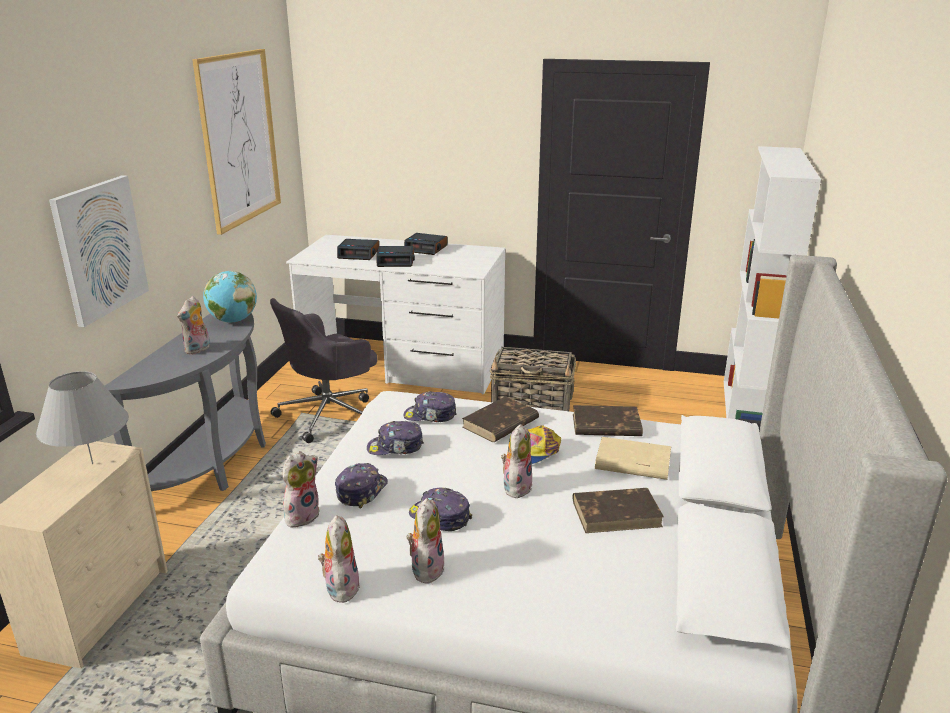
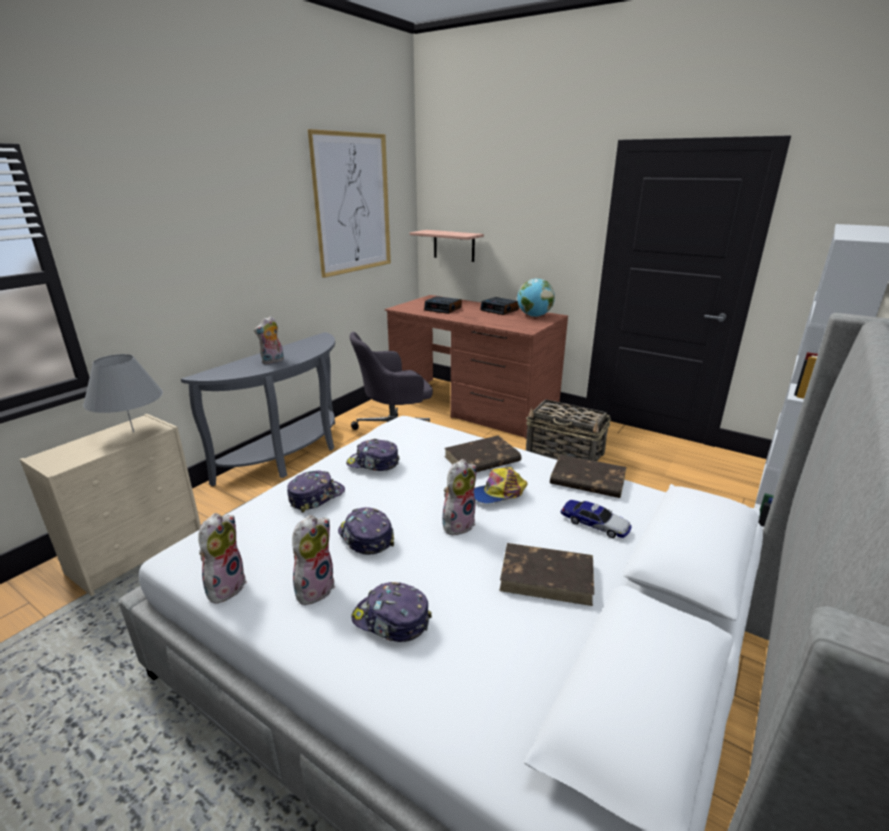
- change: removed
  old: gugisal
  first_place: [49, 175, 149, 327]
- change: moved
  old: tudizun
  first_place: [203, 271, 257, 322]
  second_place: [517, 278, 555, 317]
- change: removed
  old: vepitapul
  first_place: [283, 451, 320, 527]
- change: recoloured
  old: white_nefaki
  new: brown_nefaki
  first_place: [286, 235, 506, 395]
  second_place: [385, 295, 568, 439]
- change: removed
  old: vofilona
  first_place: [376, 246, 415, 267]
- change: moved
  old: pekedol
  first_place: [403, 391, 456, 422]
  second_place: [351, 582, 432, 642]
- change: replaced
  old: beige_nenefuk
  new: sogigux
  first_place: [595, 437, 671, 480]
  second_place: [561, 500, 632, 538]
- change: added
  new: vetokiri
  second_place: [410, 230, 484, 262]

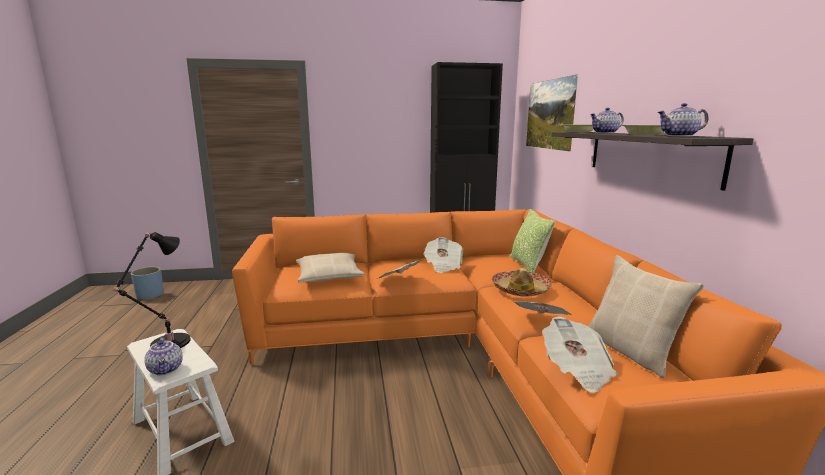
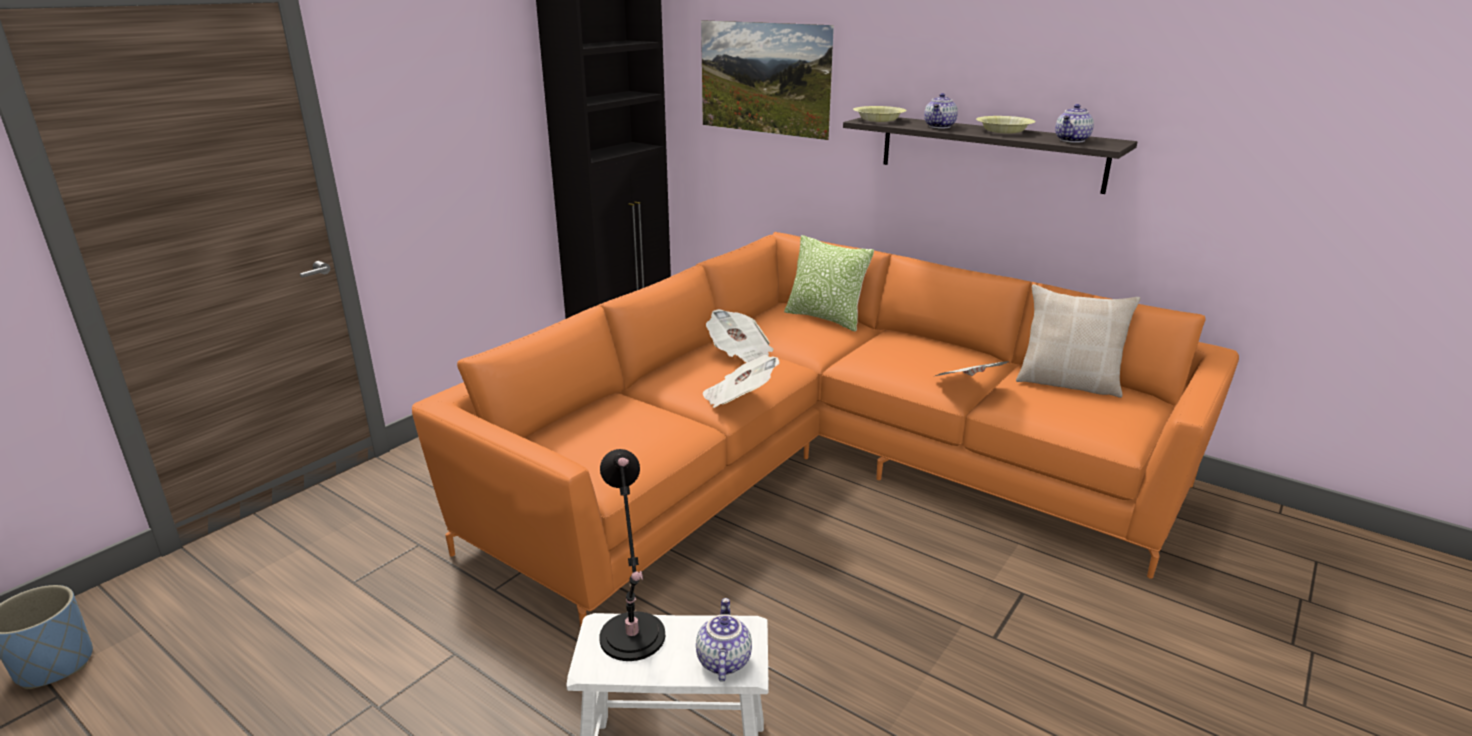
- change: turned
  old: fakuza
  first_place: [144, 337, 183, 375]
  second_place: [696, 598, 752, 682]
  degrees: -105
- change: removed
  old: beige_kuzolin
  first_place: [296, 253, 365, 283]
- change: removed
  old: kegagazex
  first_place: [492, 268, 552, 297]
- change: removed
  old: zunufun
  first_place: [542, 317, 618, 393]

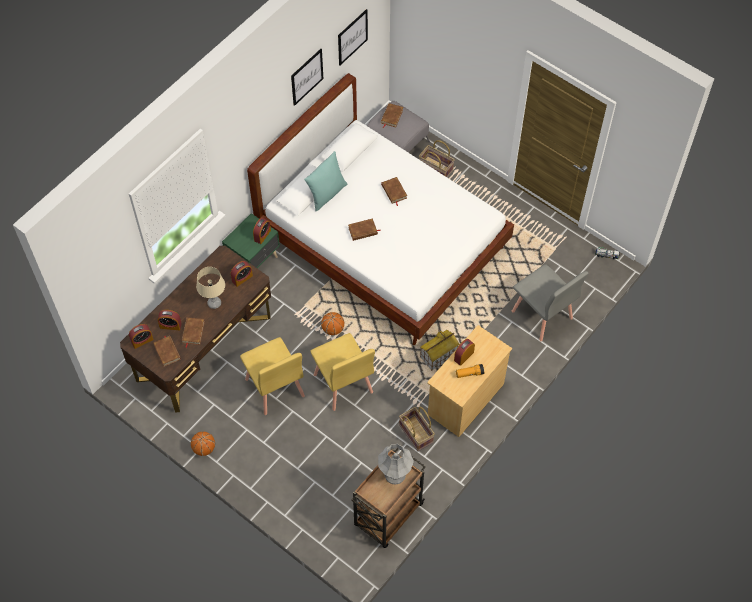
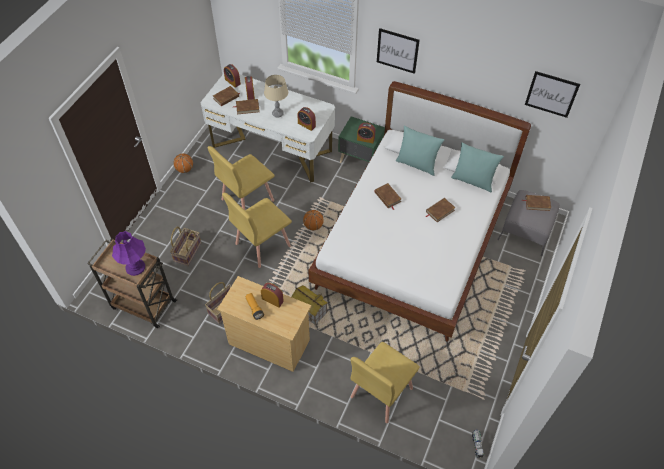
- change: recoloured
  old: brown_nefaki
  new: white_nefaki
  first_place: [120, 246, 271, 413]
  second_place: [200, 74, 335, 183]
- change: moved
  old: gugisal
  first_place: [291, 49, 323, 106]
  second_place: [377, 28, 420, 74]
- change: recoloured
  old: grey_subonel
  new: purple_subonel
  first_place: [378, 443, 414, 485]
  second_place: [112, 231, 146, 276]
- change: moved
  old: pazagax
  first_place: [419, 140, 455, 178]
  second_place: [170, 227, 201, 266]
- change: recoloured
  old: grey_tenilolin
  new: yellow_tenilolin
  first_place: [512, 264, 589, 341]
  second_place: [350, 342, 420, 423]
- change: added
  new: turquoise_kuzolin
  second_place: [451, 142, 504, 193]

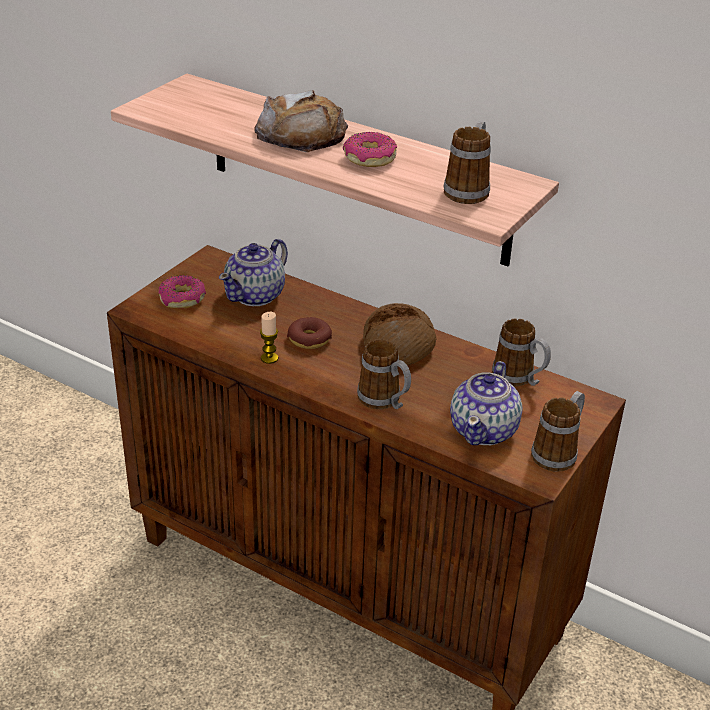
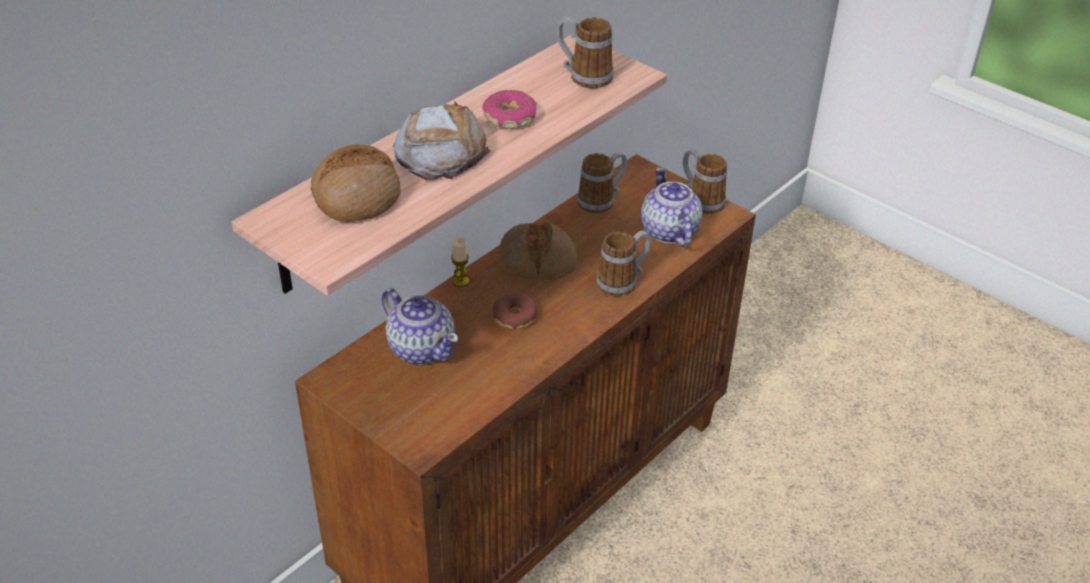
- change: removed
  old: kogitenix
  first_place: [158, 275, 206, 308]
- change: moved
  old: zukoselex
  first_place: [260, 312, 278, 364]
  second_place: [451, 238, 469, 287]
- change: turned
  old: fakuza
  first_place: [450, 361, 523, 445]
  second_place: [641, 167, 703, 247]
  degrees: -135
- change: added
  new: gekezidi
  second_place: [311, 144, 401, 222]

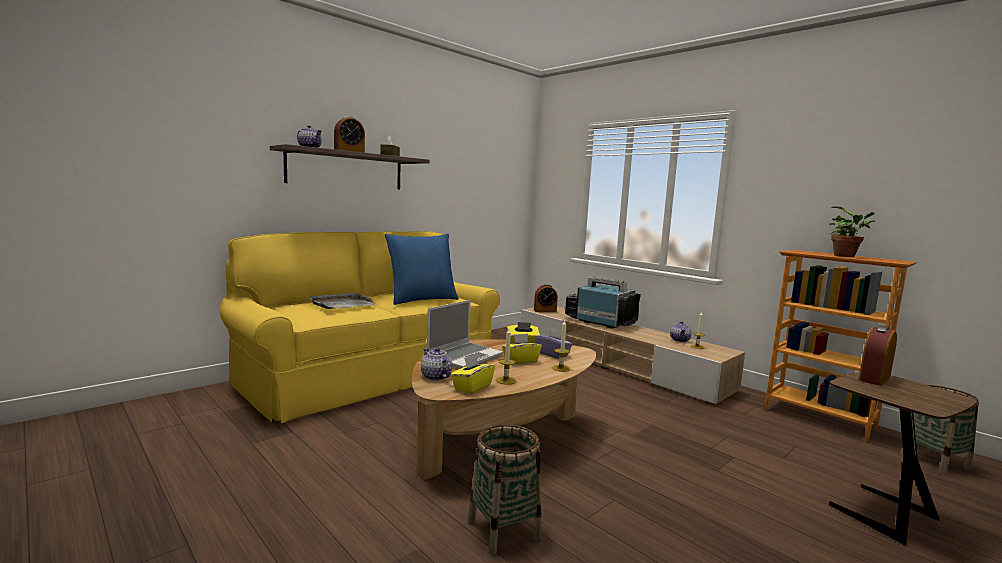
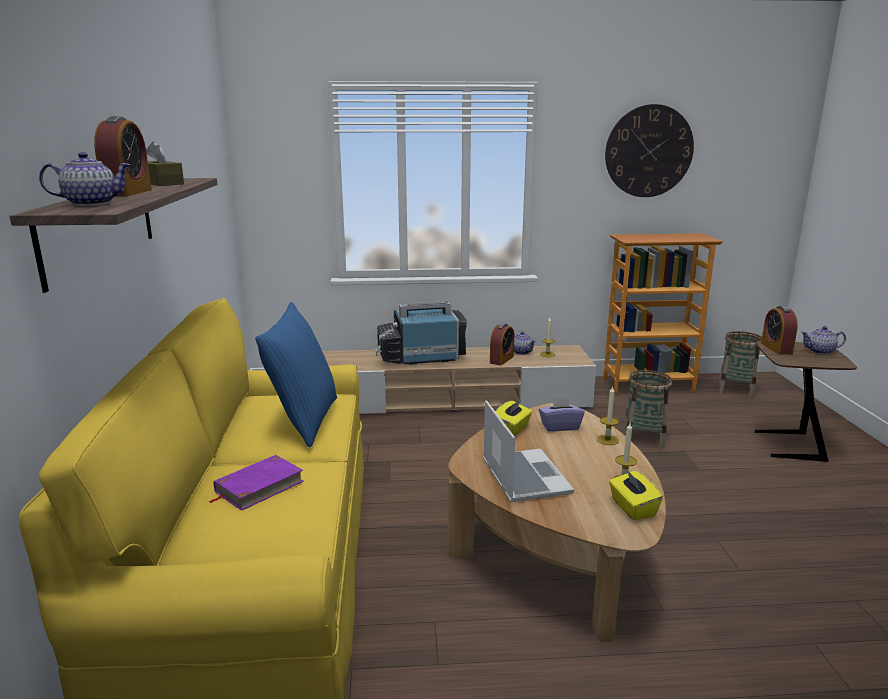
- change: replaced
  old: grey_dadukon
  new: purple_nenefuk
  first_place: [309, 293, 375, 309]
  second_place: [208, 455, 304, 511]
- change: moved
  old: fakuza
  first_place: [421, 347, 452, 381]
  second_place: [801, 326, 846, 355]
- change: moved
  old: pazagax
  first_place: [468, 424, 541, 555]
  second_place: [624, 370, 672, 449]
- change: removed
  old: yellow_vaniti
  first_place: [502, 333, 542, 364]
- change: moved
  old: vofilona
  first_place: [534, 284, 558, 312]
  second_place: [490, 323, 514, 366]
- change: removed
  old: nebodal
  first_place: [829, 207, 877, 257]
- change: added
  new: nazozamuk
  second_place: [605, 104, 694, 197]

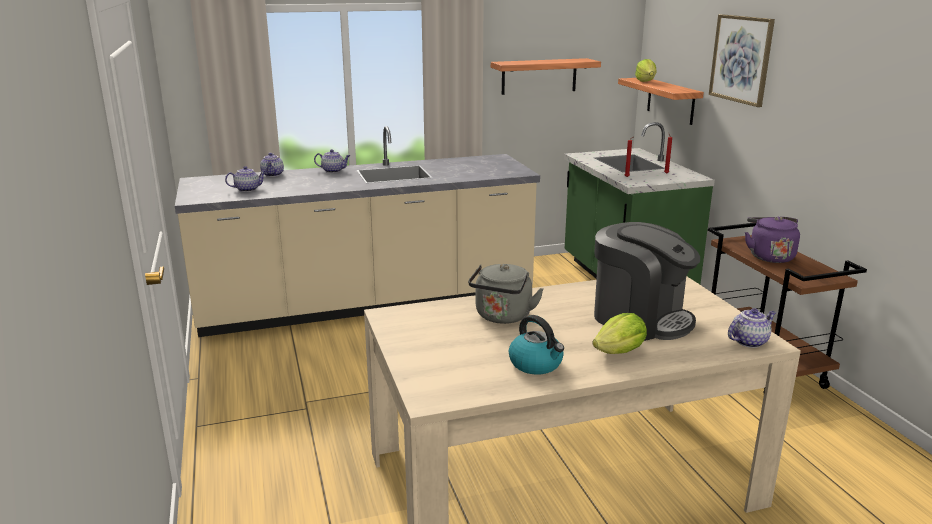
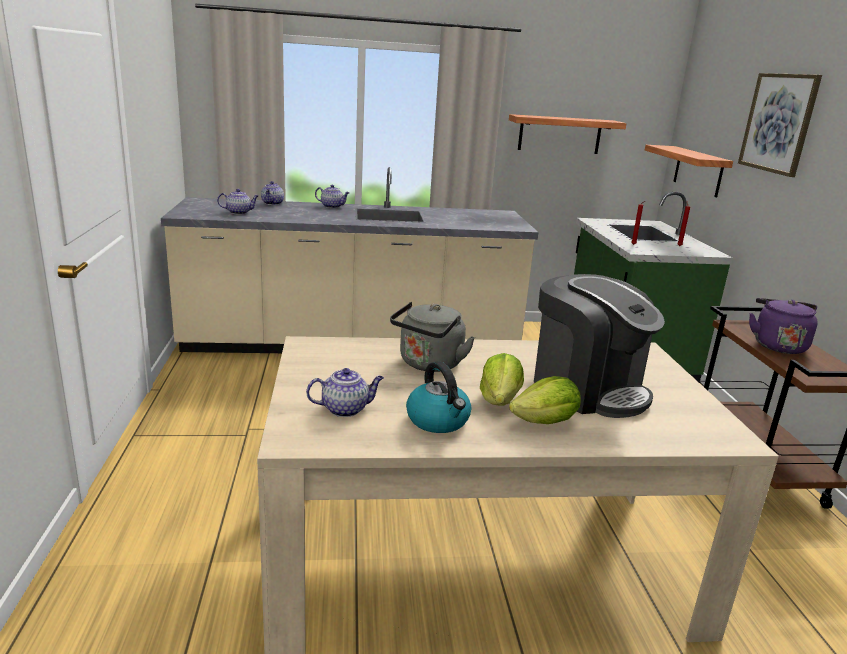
- change: moved
  old: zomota
  first_place: [635, 59, 656, 82]
  second_place: [480, 353, 524, 406]
- change: moved
  old: fakuza
  first_place: [728, 308, 776, 348]
  second_place: [306, 368, 384, 417]

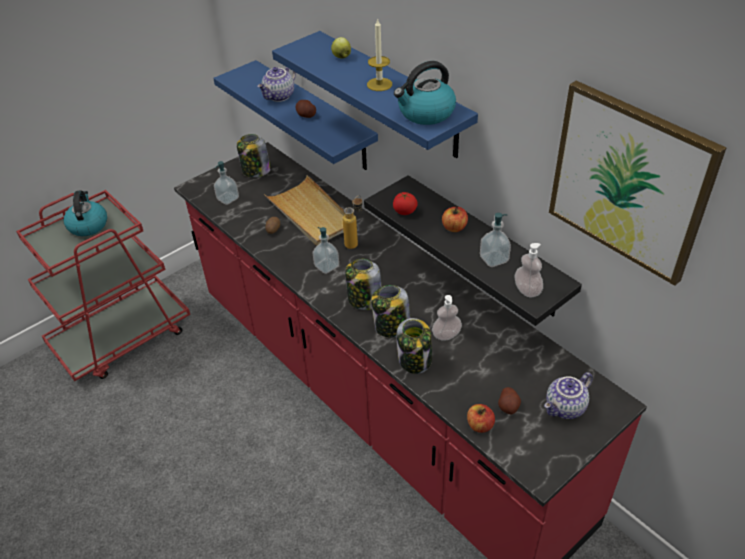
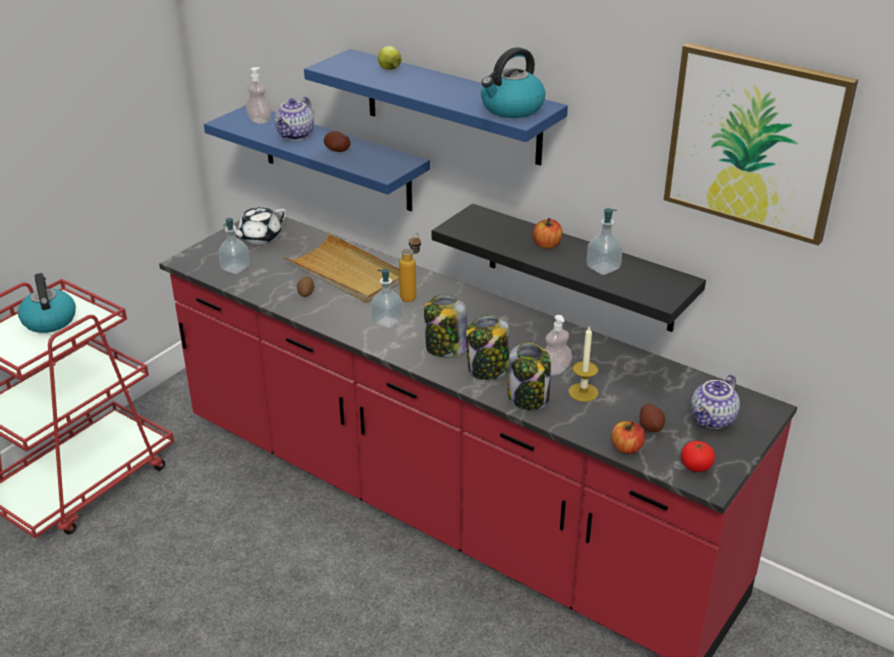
- change: replaced
  old: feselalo
  new: white_fakuza
  first_place: [237, 134, 271, 177]
  second_place: [226, 207, 286, 244]
- change: moved
  old: zukoselex
  first_place: [367, 19, 392, 91]
  second_place: [568, 325, 598, 402]
- change: moved
  old: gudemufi
  first_place: [393, 192, 418, 215]
  second_place: [681, 441, 715, 472]
- change: moved
  old: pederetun
  first_place: [514, 243, 543, 297]
  second_place: [246, 67, 271, 124]

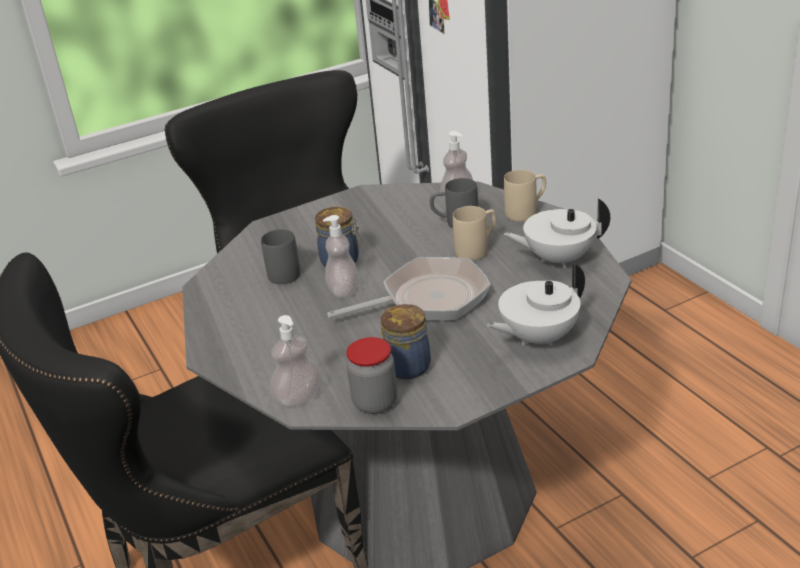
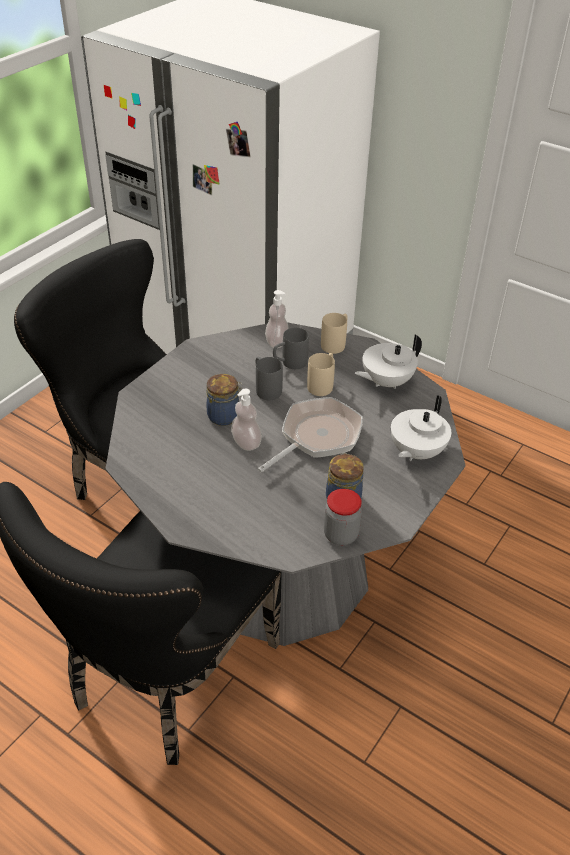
- change: moved
  old: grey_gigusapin
  first_place: [261, 229, 300, 284]
  second_place: [256, 357, 283, 400]
- change: removed
  old: pederetun
  first_place: [270, 315, 321, 408]

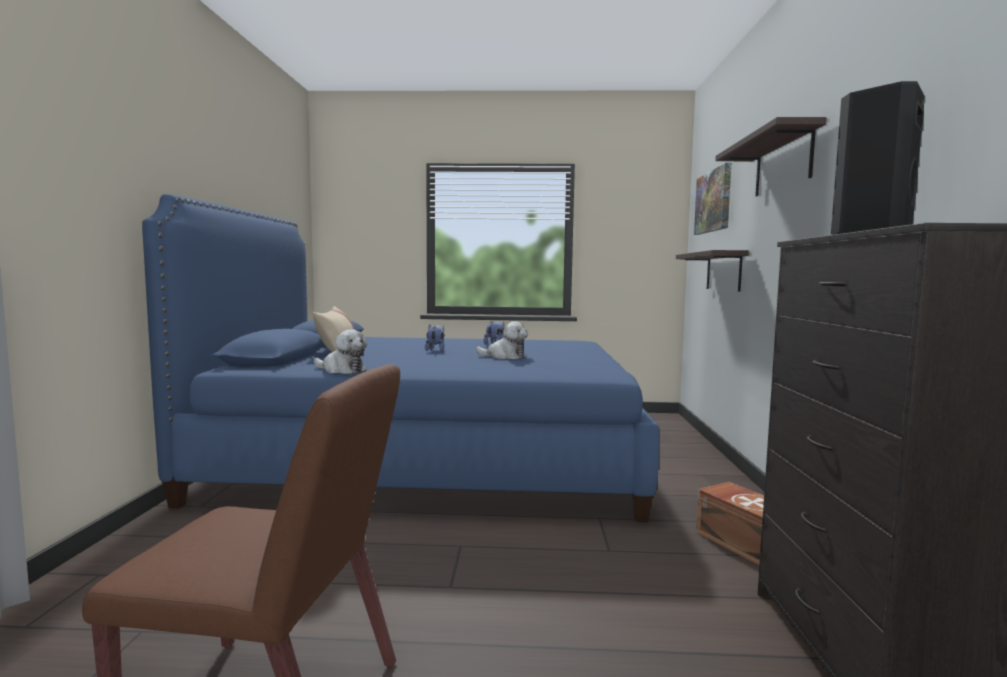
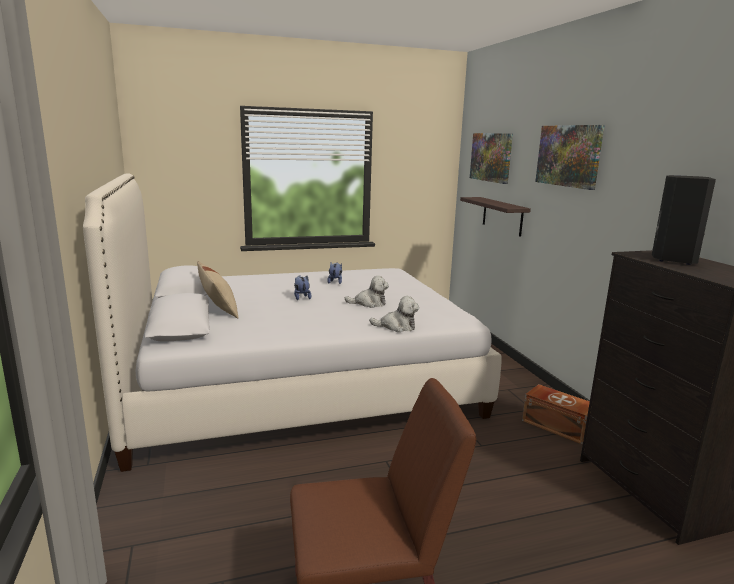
- change: recoloured
  old: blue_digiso
  new: white_digiso
  first_place: [142, 194, 660, 522]
  second_place: [83, 173, 502, 472]
- change: moved
  old: vepitapul
  first_place: [314, 330, 367, 374]
  second_place: [369, 296, 419, 332]
- change: replaced
  old: vetokiri
  new: gugisal
  first_place: [715, 117, 827, 197]
  second_place: [535, 125, 604, 190]

